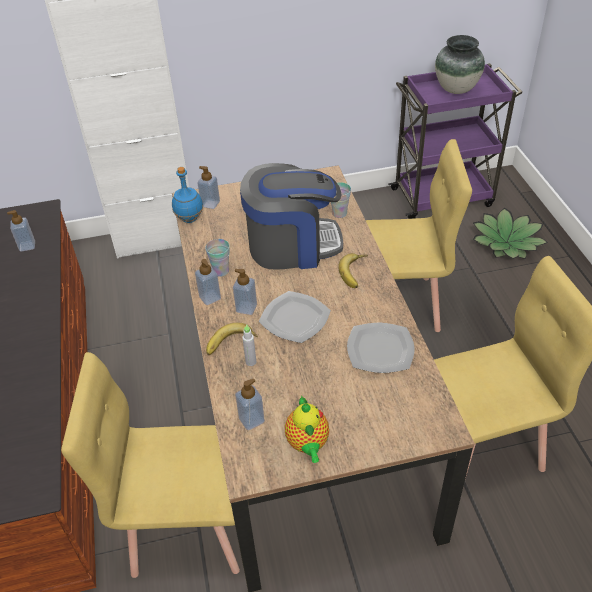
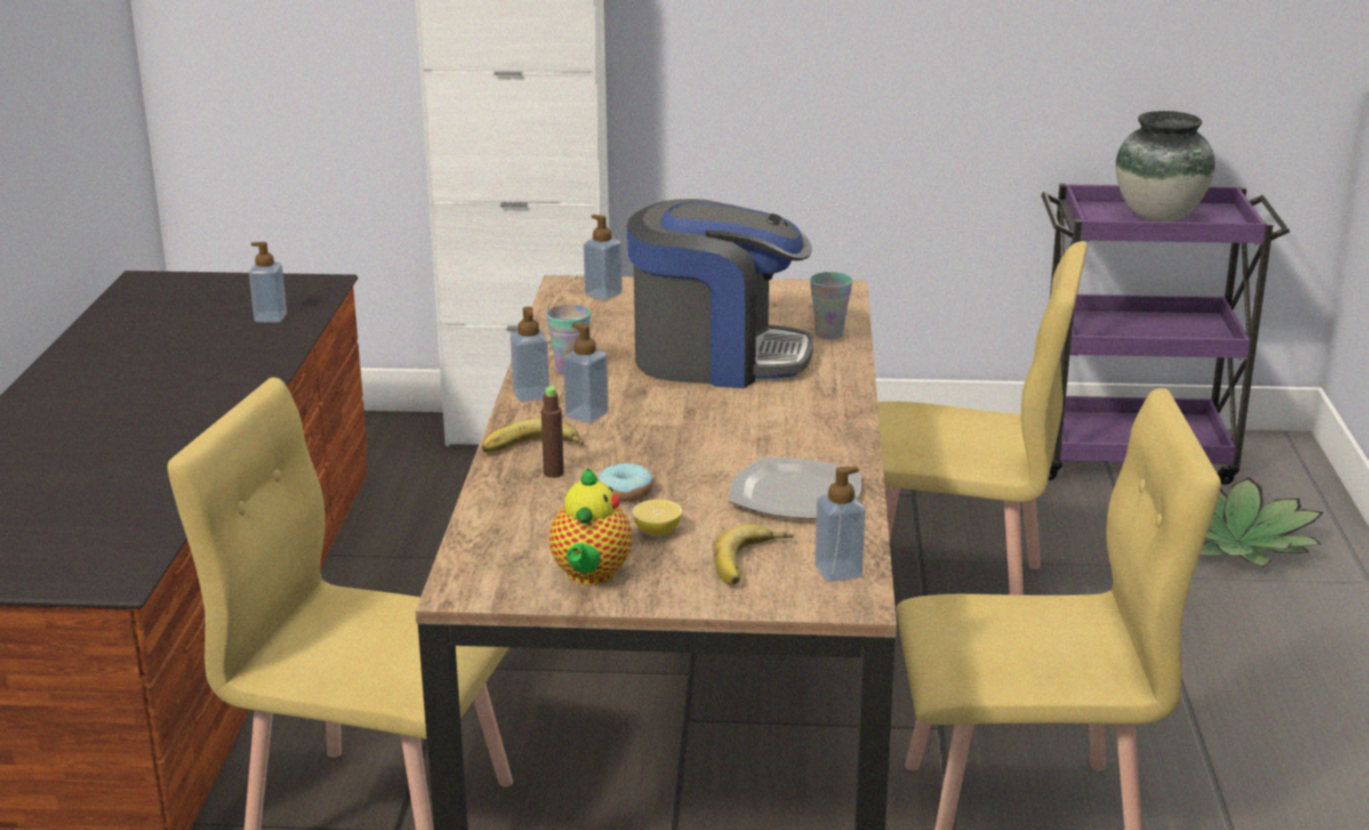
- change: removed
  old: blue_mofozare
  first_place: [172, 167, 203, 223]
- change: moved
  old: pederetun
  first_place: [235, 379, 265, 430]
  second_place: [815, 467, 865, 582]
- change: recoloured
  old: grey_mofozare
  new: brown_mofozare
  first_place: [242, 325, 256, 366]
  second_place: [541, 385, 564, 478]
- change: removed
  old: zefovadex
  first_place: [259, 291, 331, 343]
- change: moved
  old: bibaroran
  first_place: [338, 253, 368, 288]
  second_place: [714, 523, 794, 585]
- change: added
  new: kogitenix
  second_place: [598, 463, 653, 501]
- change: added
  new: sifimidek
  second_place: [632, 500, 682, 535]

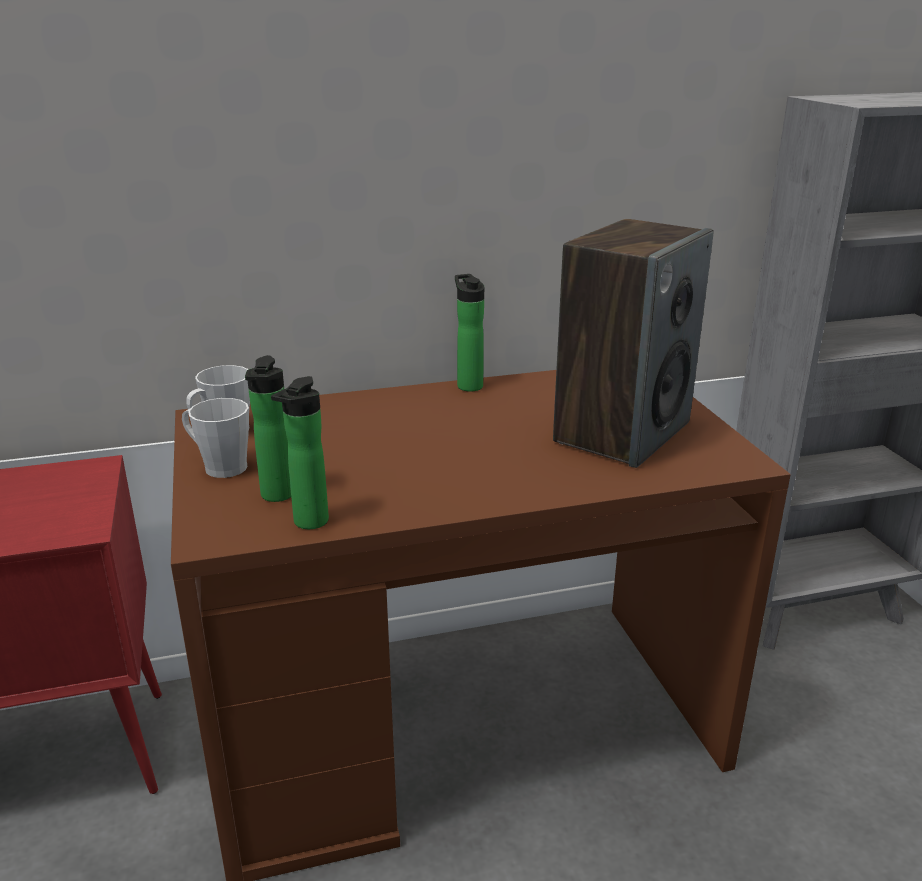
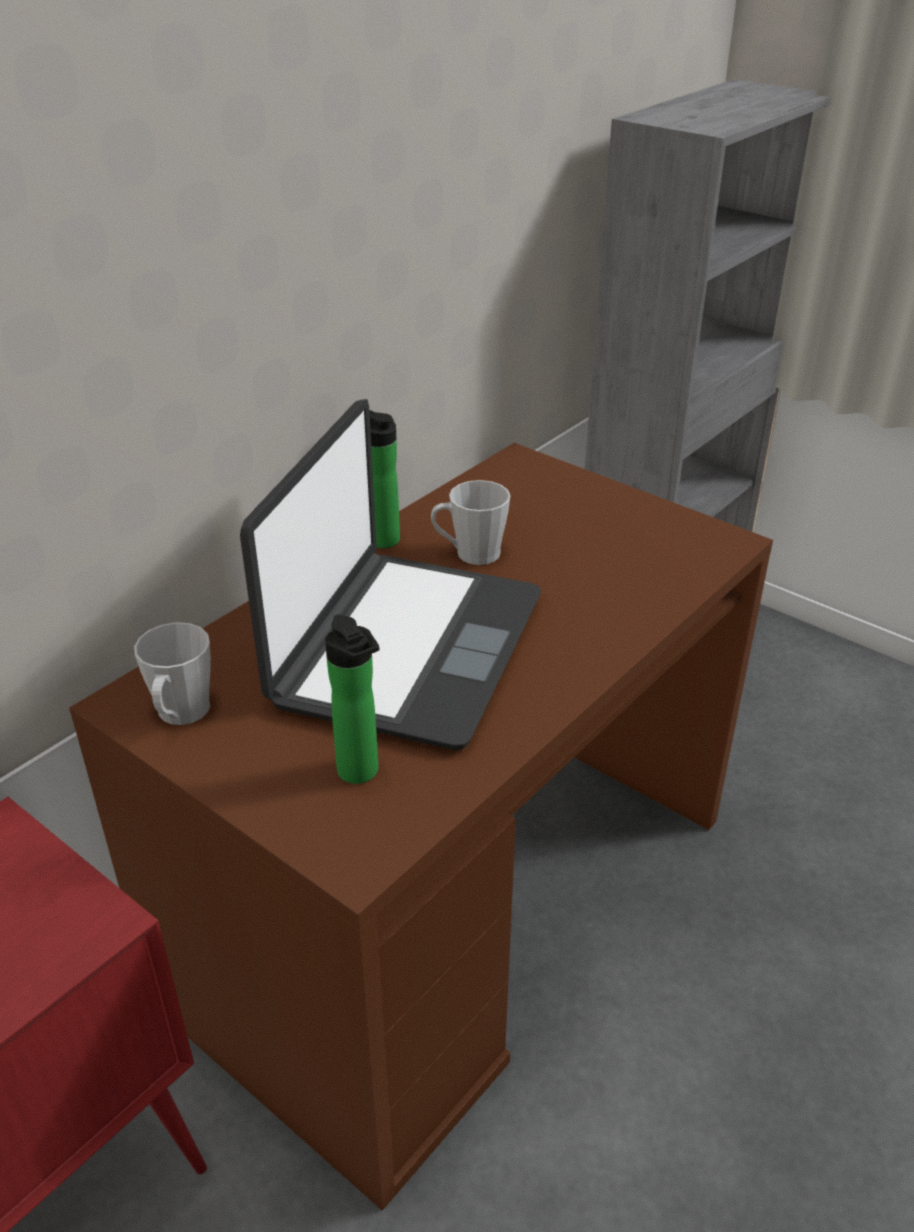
- change: moved
  old: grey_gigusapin
  first_place: [182, 398, 249, 478]
  second_place: [431, 480, 510, 565]
- change: removed
  old: mofozare
  first_place: [271, 376, 329, 529]
- change: removed
  old: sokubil
  first_place: [553, 219, 714, 468]
- change: added
  new: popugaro
  second_place: [240, 399, 541, 750]

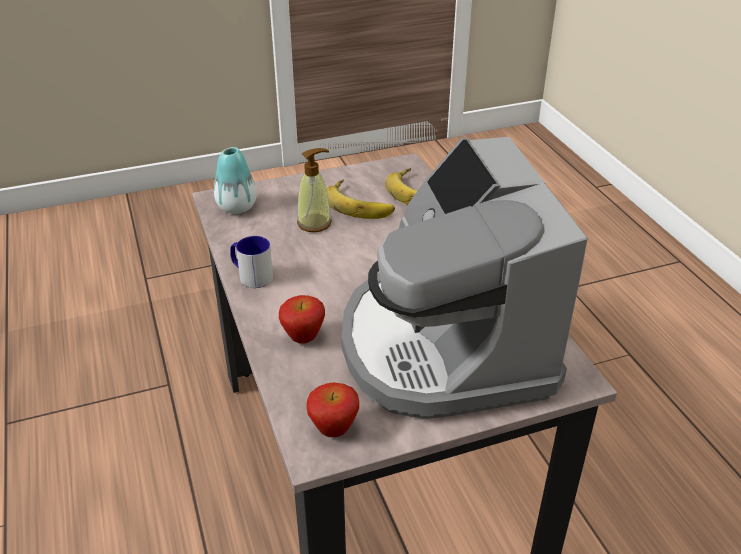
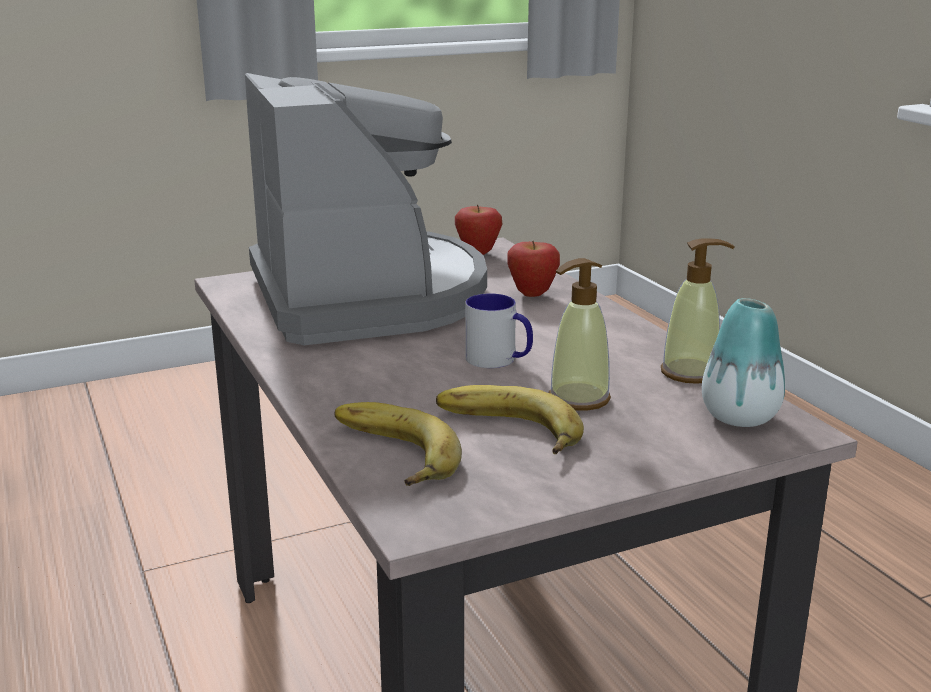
- change: moved
  old: gigusapin
  first_place: [230, 236, 273, 288]
  second_place: [465, 294, 533, 368]
- change: added
  new: pederetun
  second_place: [661, 238, 734, 384]

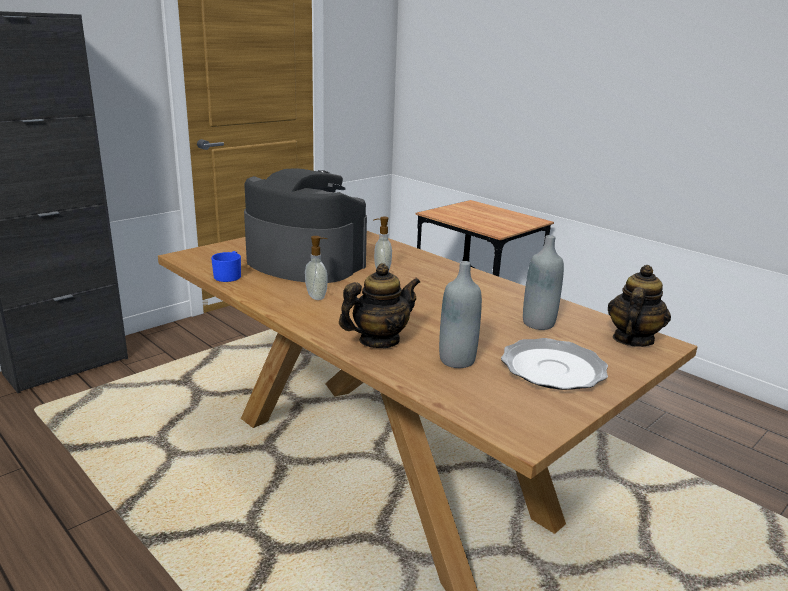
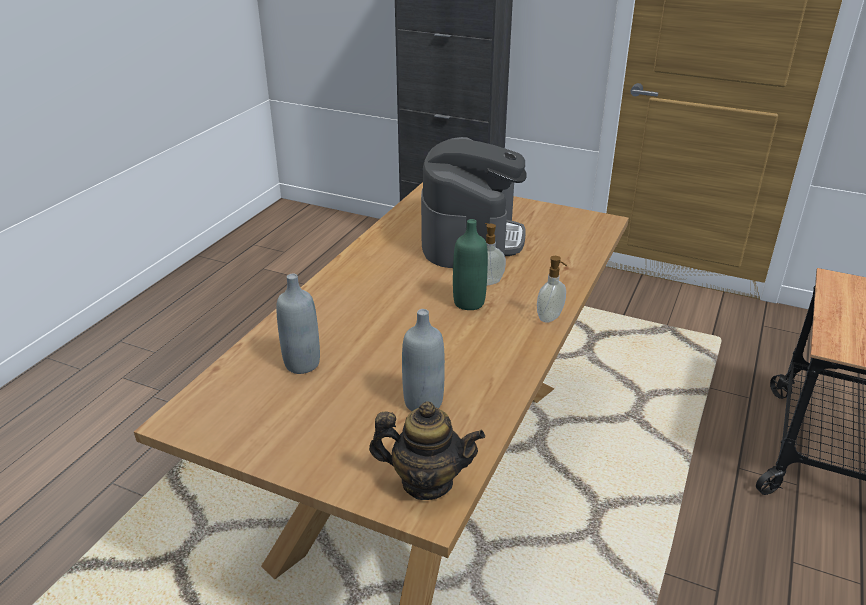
- change: removed
  old: blue_gigusapin
  first_place: [211, 251, 241, 282]
- change: moved
  old: pederetun
  first_place: [305, 236, 328, 300]
  second_place: [537, 256, 567, 323]
- change: removed
  old: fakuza
  first_place: [339, 263, 420, 348]
- change: removed
  old: zefovadex
  first_place: [501, 338, 608, 390]
- change: added
  new: green_mofozare
  second_place: [453, 219, 488, 310]

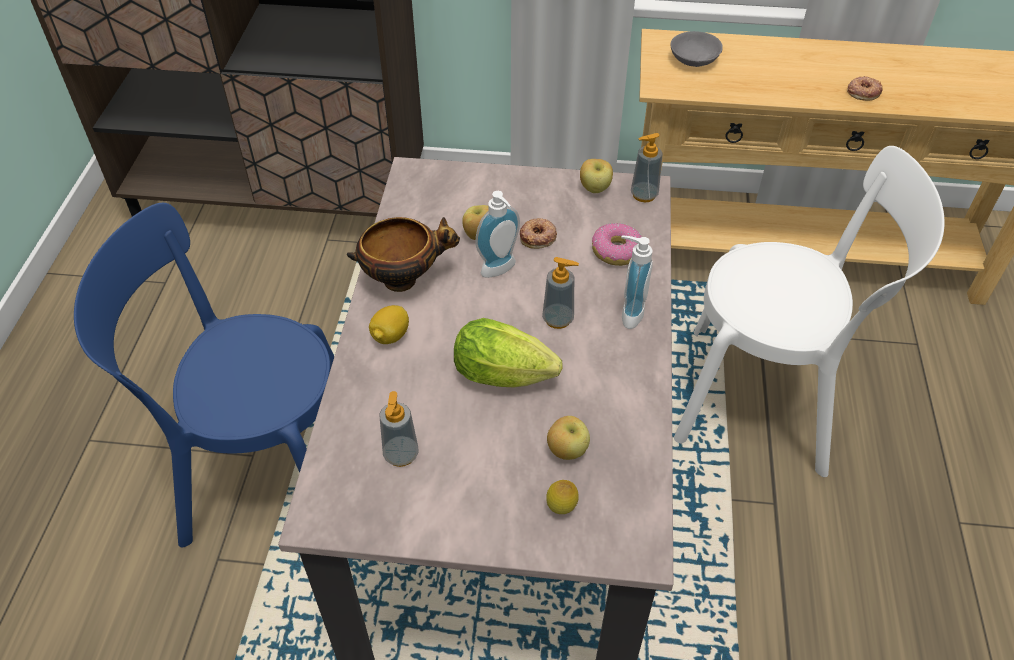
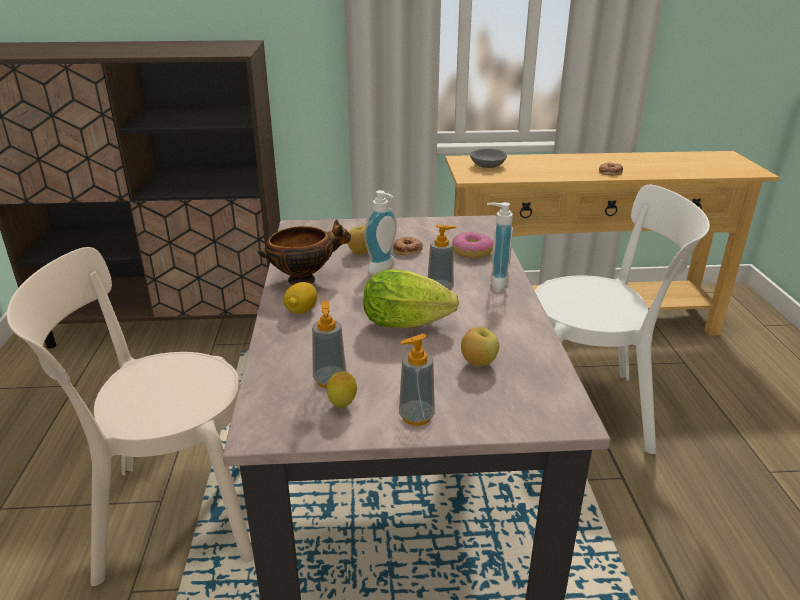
- change: recoloured
  old: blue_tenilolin
  new: beige_tenilolin
  first_place: [74, 203, 334, 548]
  second_place: [7, 247, 254, 586]
- change: moved
  old: sifimidek
  first_place: [546, 480, 579, 514]
  second_place: [327, 372, 357, 408]
- change: removed
  old: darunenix
  first_place: [580, 159, 613, 193]
- change: moved
  old: pederetun
  first_place: [631, 133, 663, 202]
  second_place: [399, 334, 435, 426]

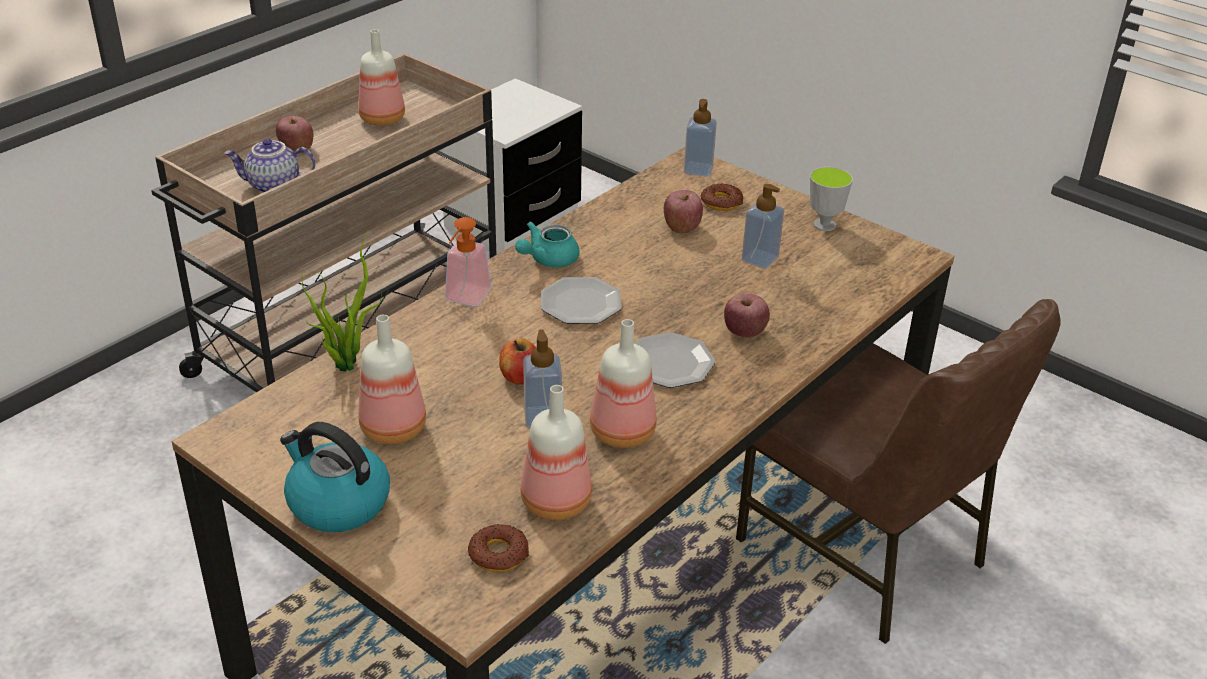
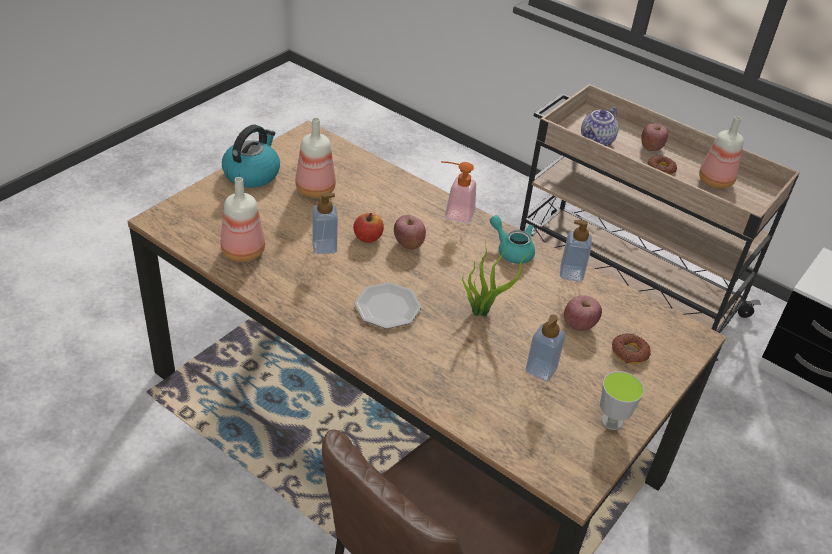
- change: turned
  old: fakuza
  first_place: [224, 138, 315, 193]
  second_place: [581, 107, 619, 146]
  degrees: -135
- change: moved
  old: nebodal
  first_place: [302, 229, 382, 371]
  second_place: [462, 242, 532, 316]
- change: moved
  old: kogitenix
  first_place: [468, 524, 529, 572]
  second_place: [648, 156, 677, 175]
- change: removed
  old: zefovadex
  first_place: [541, 277, 622, 324]
- change: removed
  old: mofozare
  first_place: [590, 319, 657, 448]
- change: moved
  old: pederetun
  first_place: [684, 99, 717, 177]
  second_place: [560, 220, 592, 282]
- change: moved
  old: darunenix
  first_place: [724, 293, 770, 338]
  second_place: [394, 215, 426, 250]

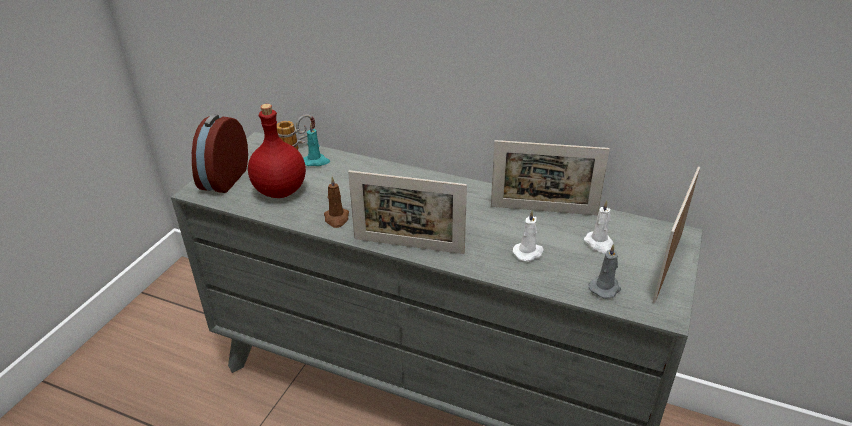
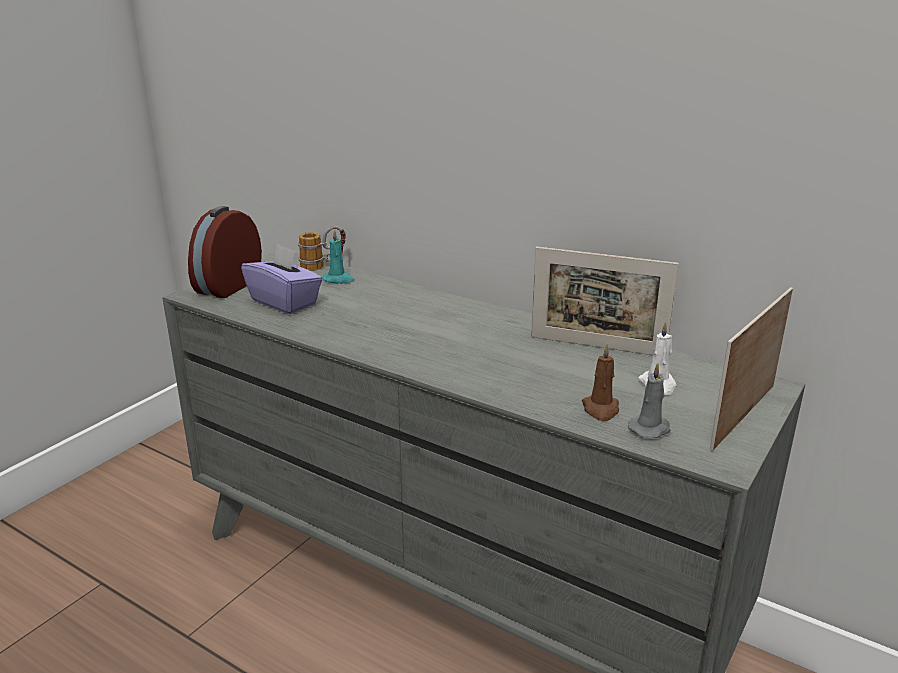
- change: replaced
  old: red_mofozare
  new: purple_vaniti
  first_place: [248, 104, 306, 198]
  second_place: [241, 244, 323, 314]
- change: moved
  old: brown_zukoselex
  first_place: [324, 177, 349, 228]
  second_place: [582, 344, 619, 421]
- change: removed
  old: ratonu
  first_place: [348, 170, 467, 254]
- change: removed
  old: white_zukoselex
  first_place: [512, 210, 544, 261]

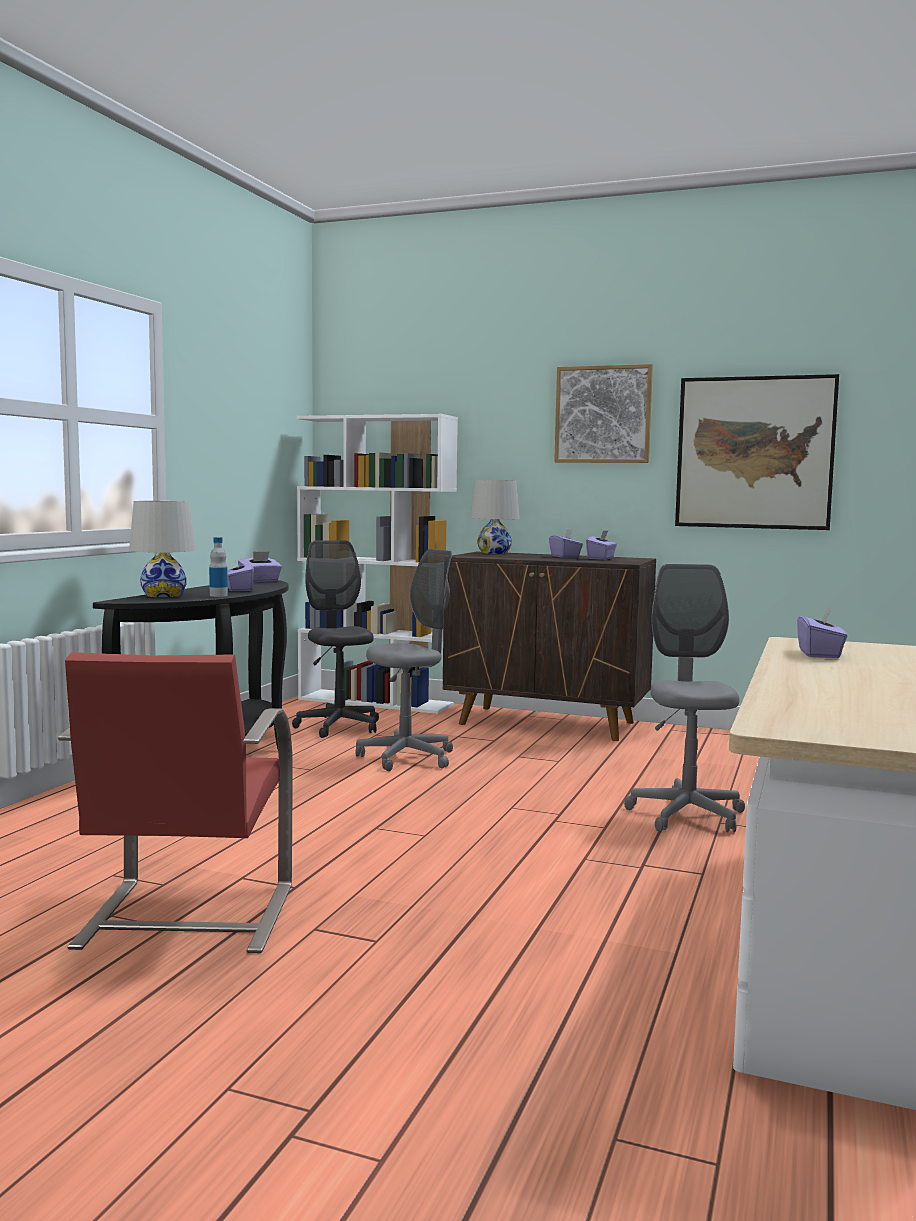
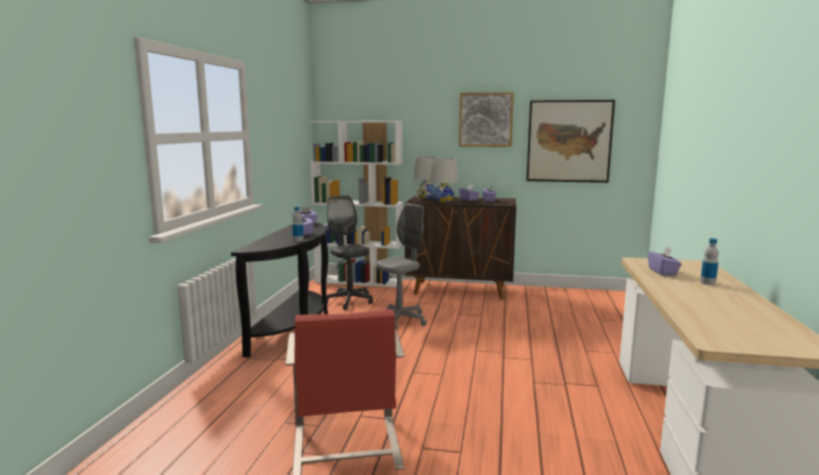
- change: moved
  old: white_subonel
  first_place: [129, 501, 196, 597]
  second_place: [430, 158, 459, 203]
- change: removed
  old: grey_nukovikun
  first_place: [624, 564, 745, 832]
- change: added
  new: mofozare
  second_place: [700, 238, 719, 285]

